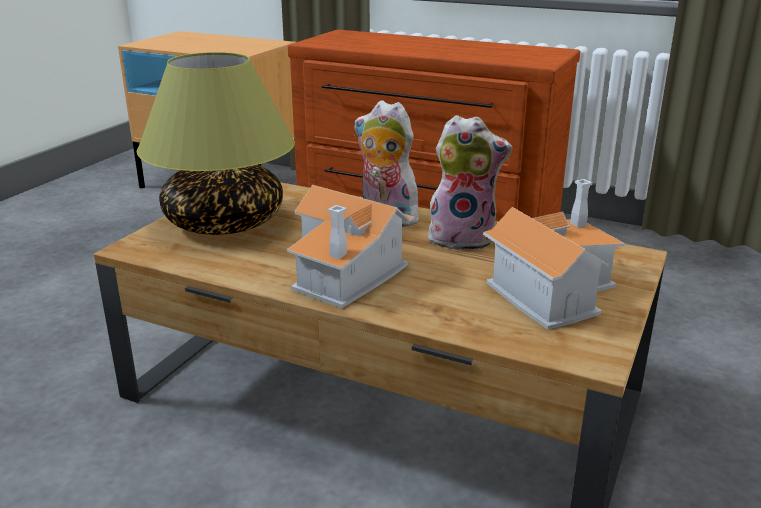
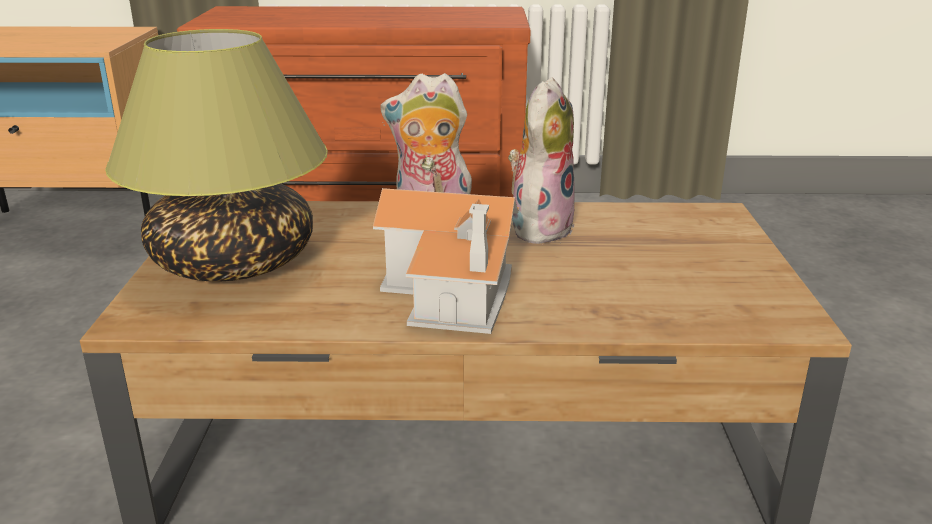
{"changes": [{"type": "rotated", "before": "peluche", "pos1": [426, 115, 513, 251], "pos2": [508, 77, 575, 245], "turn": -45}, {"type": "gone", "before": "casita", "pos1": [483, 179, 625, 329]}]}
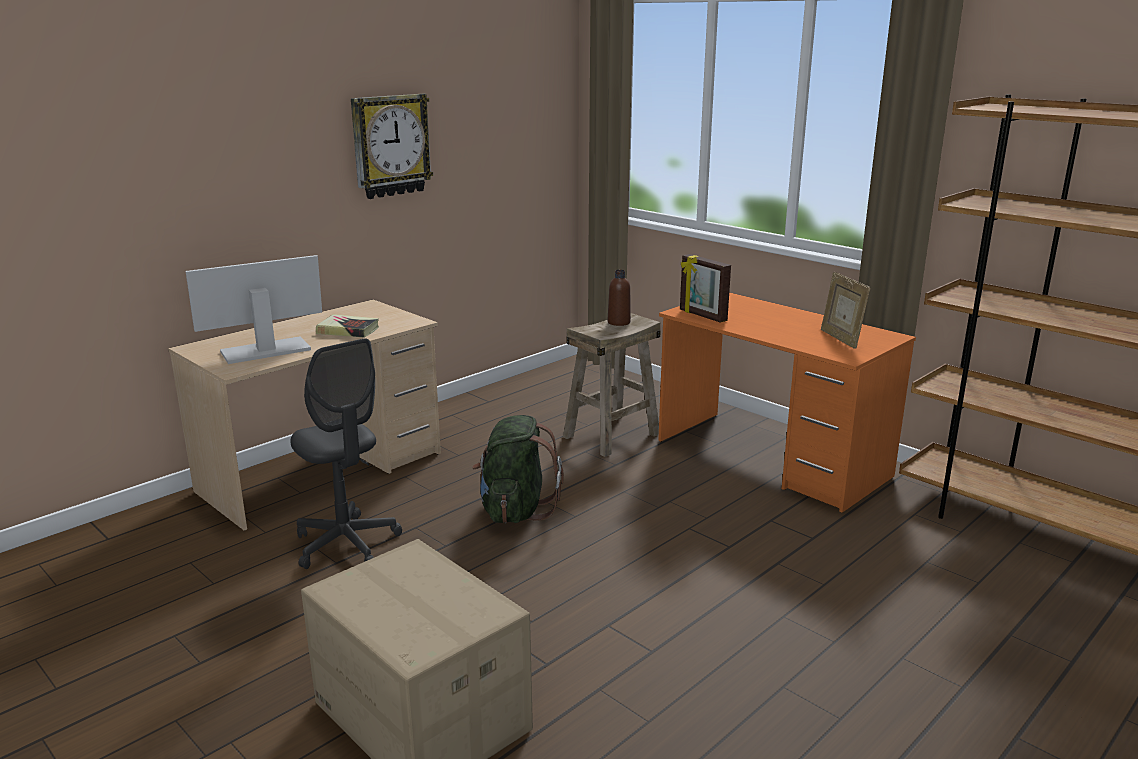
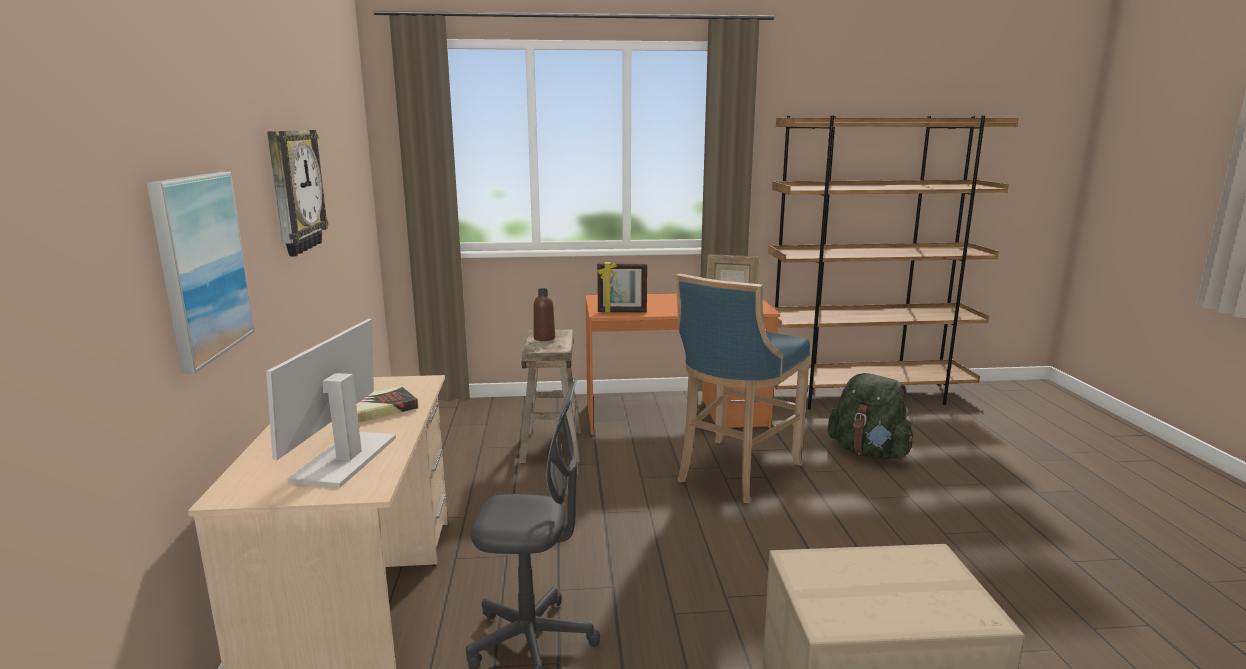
{"changes": [{"type": "new", "after": "cuadro", "pos2": [147, 172, 255, 374]}, {"type": "new", "after": "taburete [azul]", "pos2": [675, 273, 810, 503]}, {"type": "shifted", "before": "mochila [verde]", "pos1": [472, 415, 564, 523], "pos2": [828, 373, 914, 459]}]}
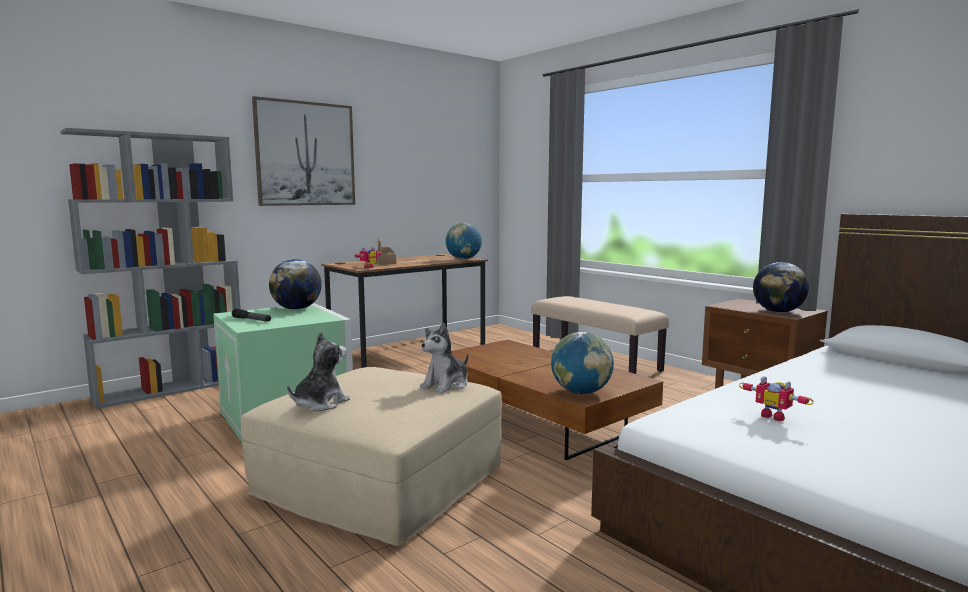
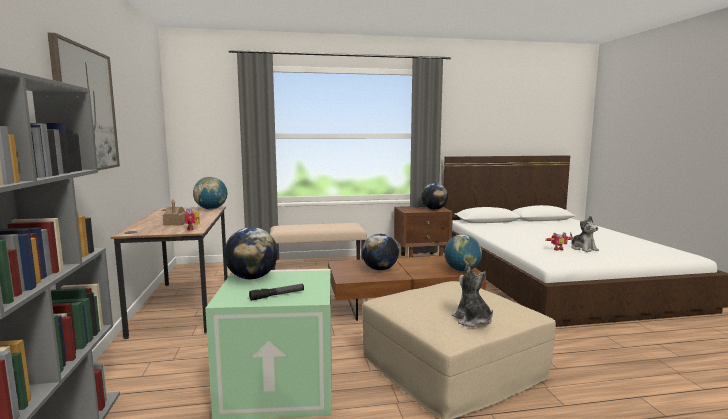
{"changes": [{"type": "new", "after": "globo terráqueo", "pos2": [362, 234, 399, 271]}, {"type": "shifted", "before": "peluche", "pos1": [420, 323, 469, 393], "pos2": [570, 216, 599, 252]}]}
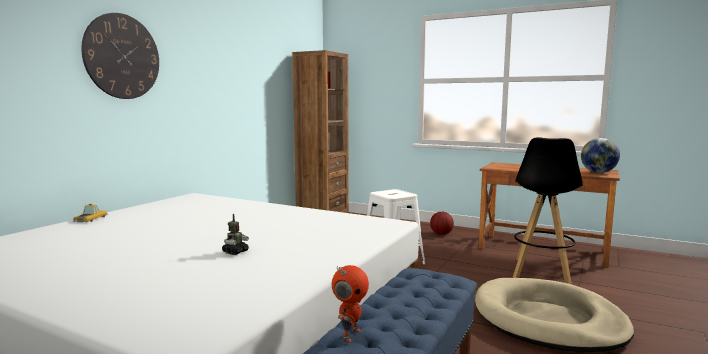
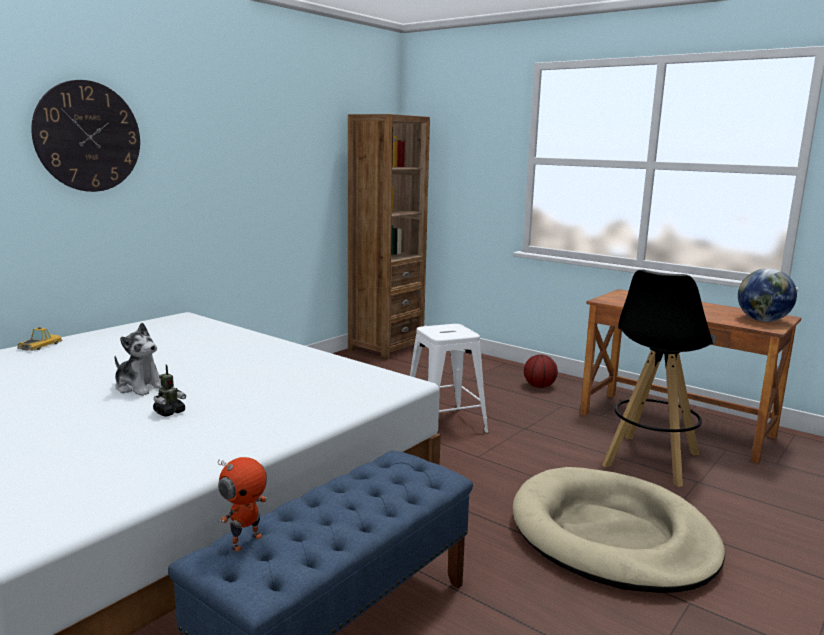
{"changes": [{"type": "new", "after": "peluche", "pos2": [115, 323, 163, 396]}]}
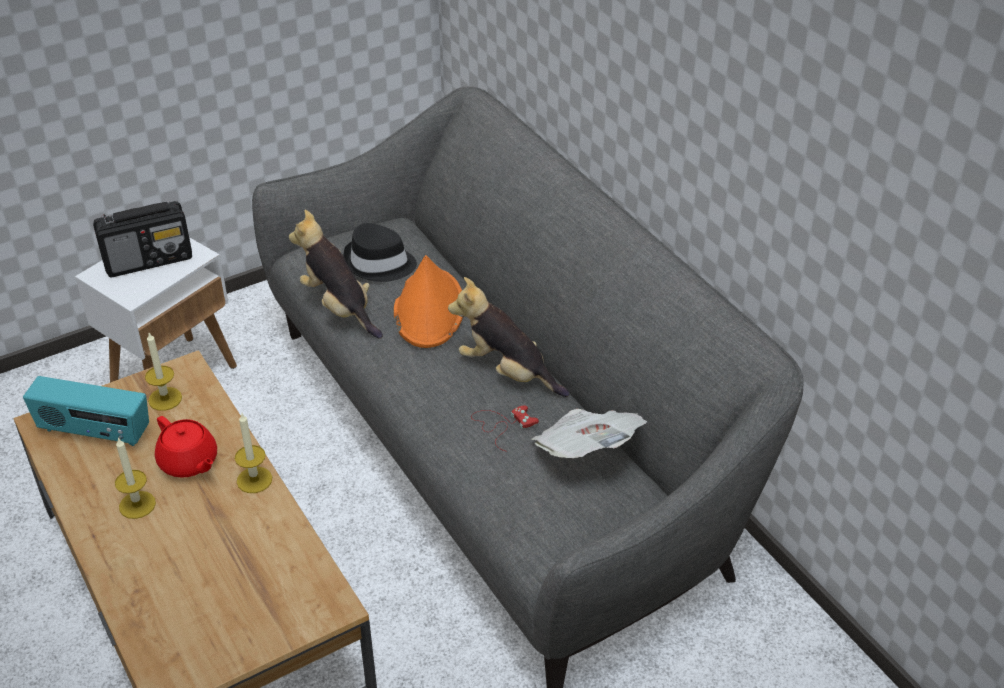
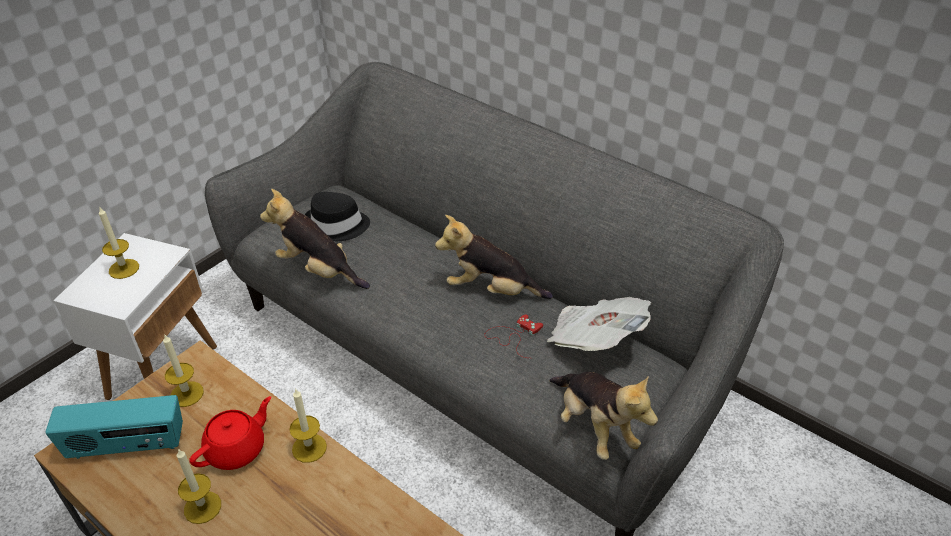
{"changes": [{"type": "swapped", "before": "radio", "after": "vela", "pos1": [93, 201, 192, 277], "pos2": [99, 206, 139, 279]}, {"type": "rotated", "before": "tetera [rojo]", "pos1": [155, 416, 217, 478], "pos2": [189, 396, 271, 470], "turn": -75}, {"type": "new", "after": "peluche", "pos2": [549, 372, 658, 460]}, {"type": "gone", "before": "sombrero [naranja]", "pos1": [394, 255, 463, 348]}]}
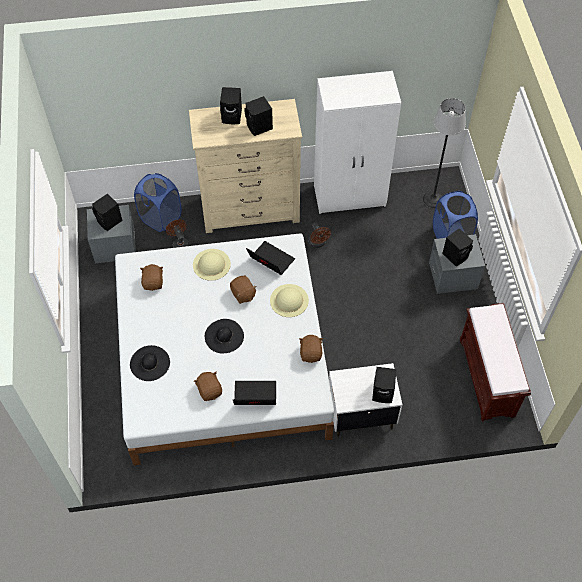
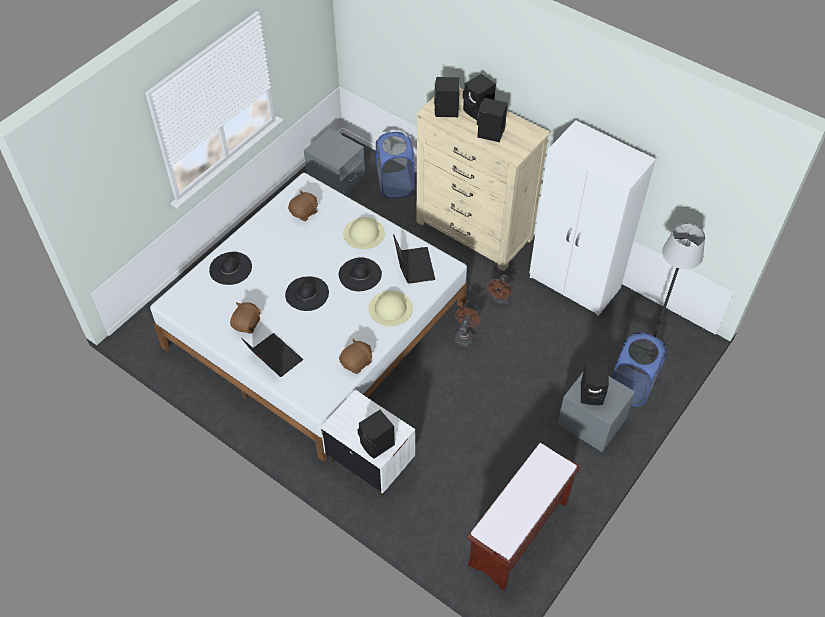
{"changes": [{"type": "swapped", "before": "peluche [marrón]", "after": "sombrero [negro]", "pos1": [230, 276, 257, 304], "pos2": [339, 257, 382, 291]}, {"type": "shifted", "before": "altavoz [negro]", "pos1": [92, 194, 123, 231], "pos2": [434, 77, 460, 117]}, {"type": "shifted", "before": "ventilador [marrón]", "pos1": [166, 219, 189, 248], "pos2": [454, 307, 481, 347]}]}
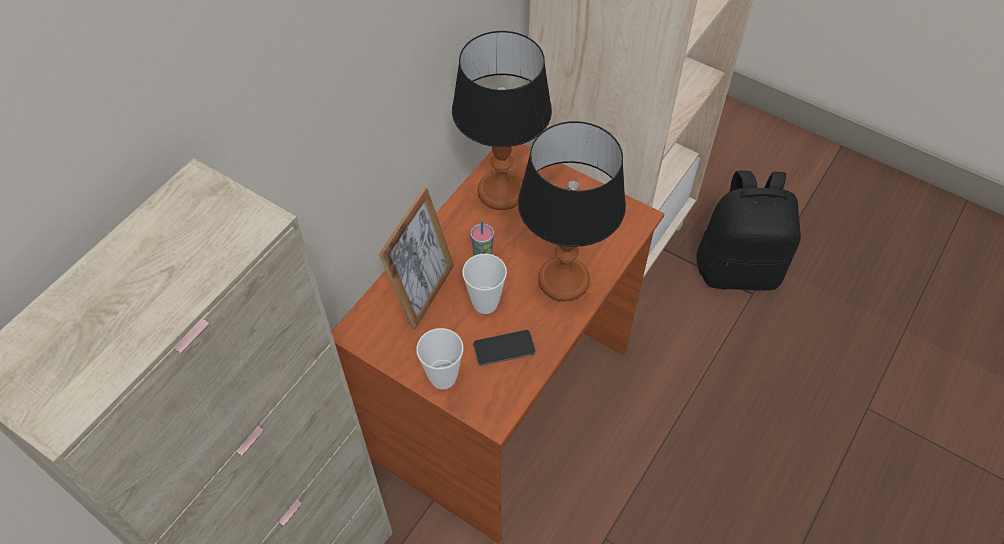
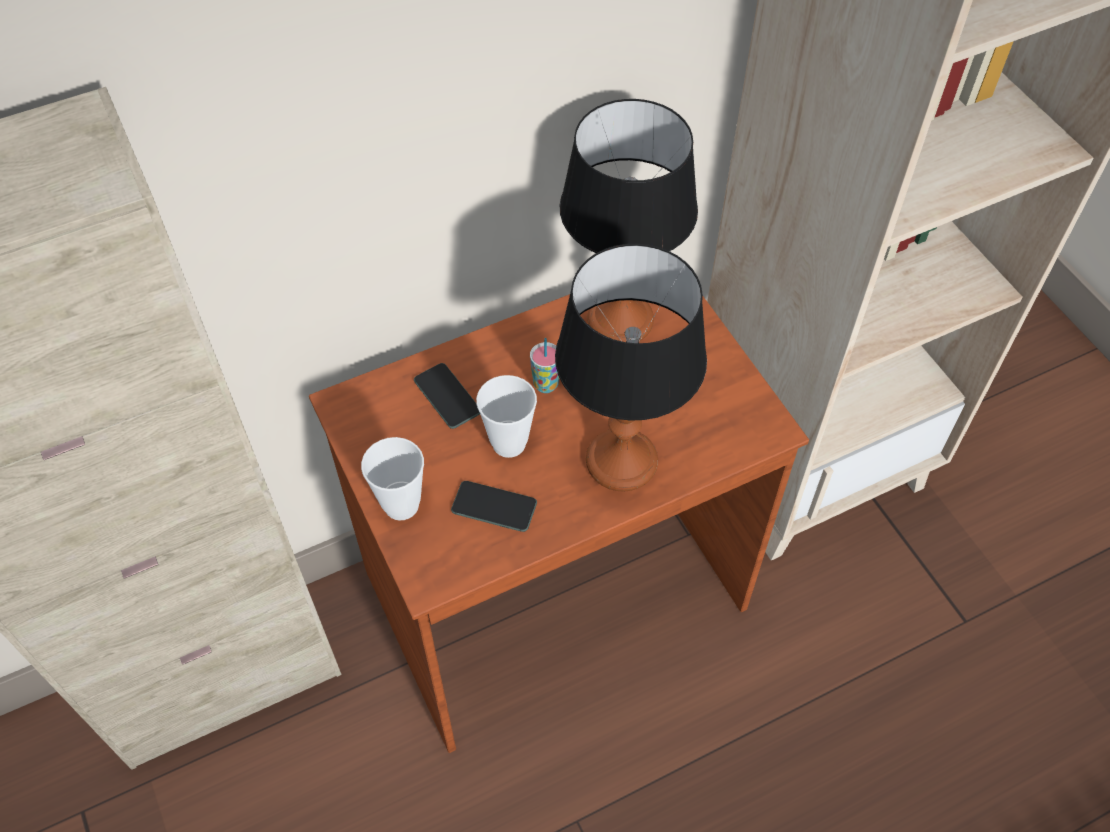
{"changes": [{"type": "swapped", "before": "portarretratos", "after": "móvil", "pos1": [379, 187, 454, 330], "pos2": [414, 363, 480, 429]}, {"type": "gone", "before": "mochila [negro]", "pos1": [696, 171, 801, 290]}]}
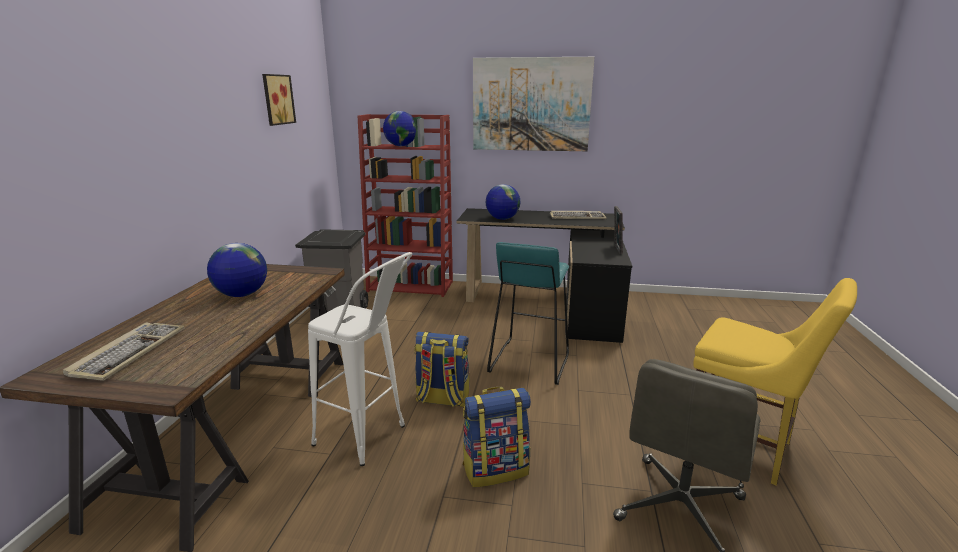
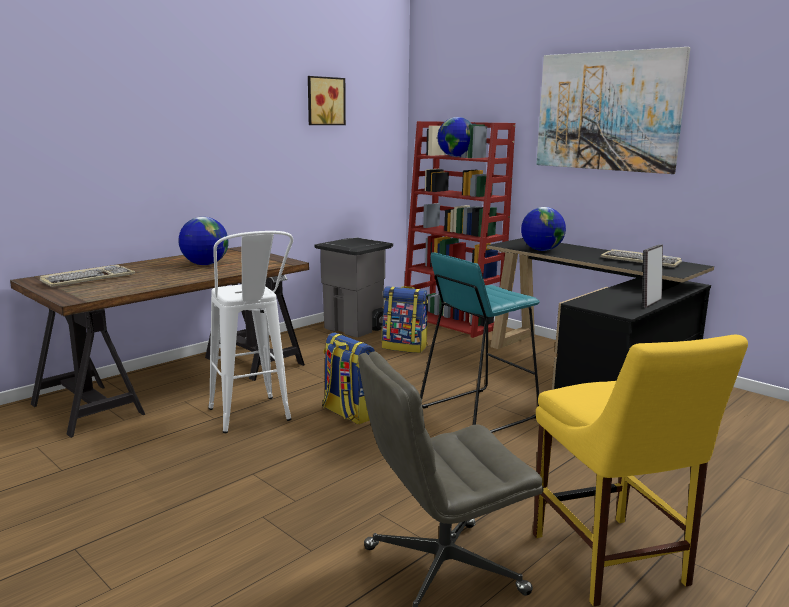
{"changes": [{"type": "shifted", "before": "mochila", "pos1": [463, 387, 531, 487], "pos2": [382, 286, 428, 353]}]}
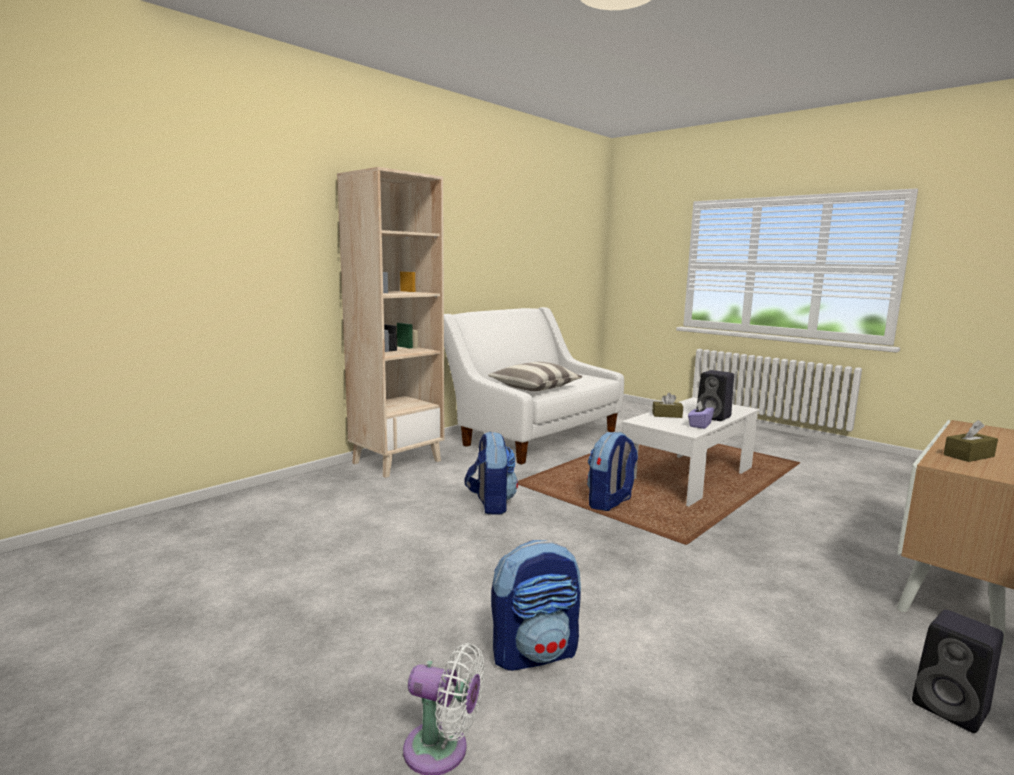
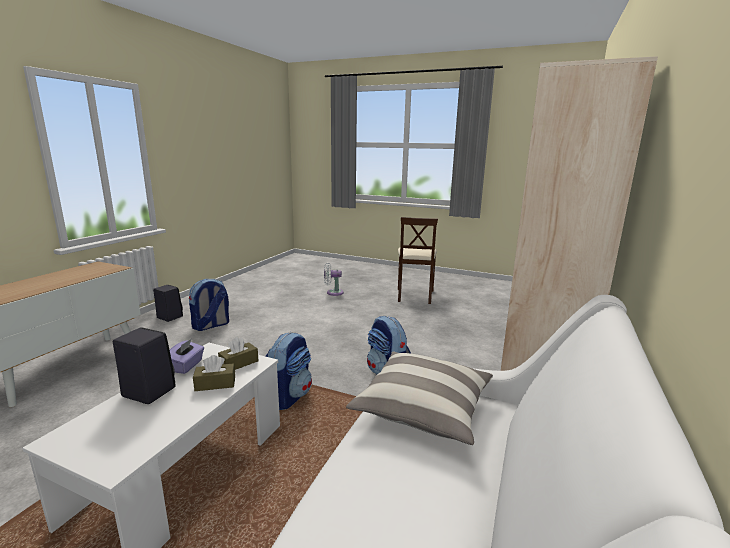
{"changes": [{"type": "shifted", "before": "mochila", "pos1": [491, 540, 581, 671], "pos2": [189, 279, 229, 331]}, {"type": "shifted", "before": "caja de pañuelos [marrón]", "pos1": [943, 420, 998, 462], "pos2": [218, 337, 259, 370]}, {"type": "new", "after": "silla [beis]", "pos2": [398, 217, 438, 304]}]}
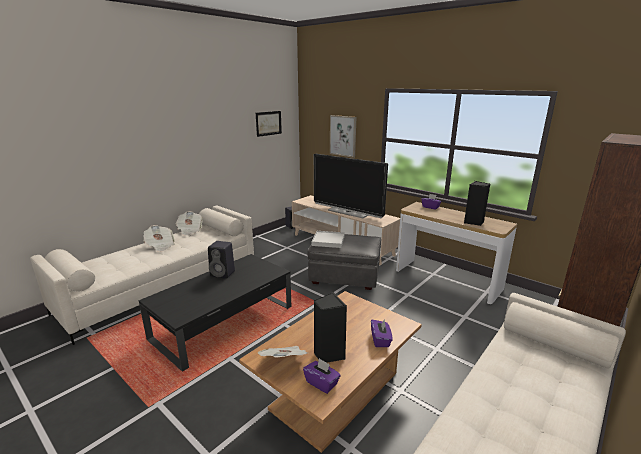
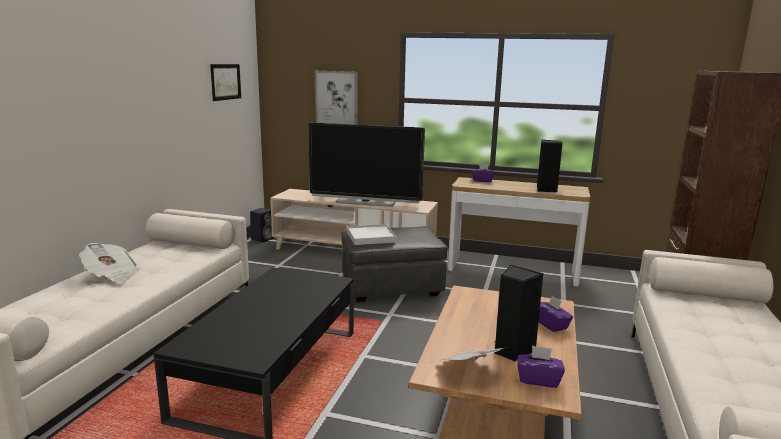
{"changes": [{"type": "gone", "before": "periódico", "pos1": [176, 211, 203, 236]}, {"type": "gone", "before": "altavoz [negro]", "pos1": [208, 241, 235, 279]}]}
